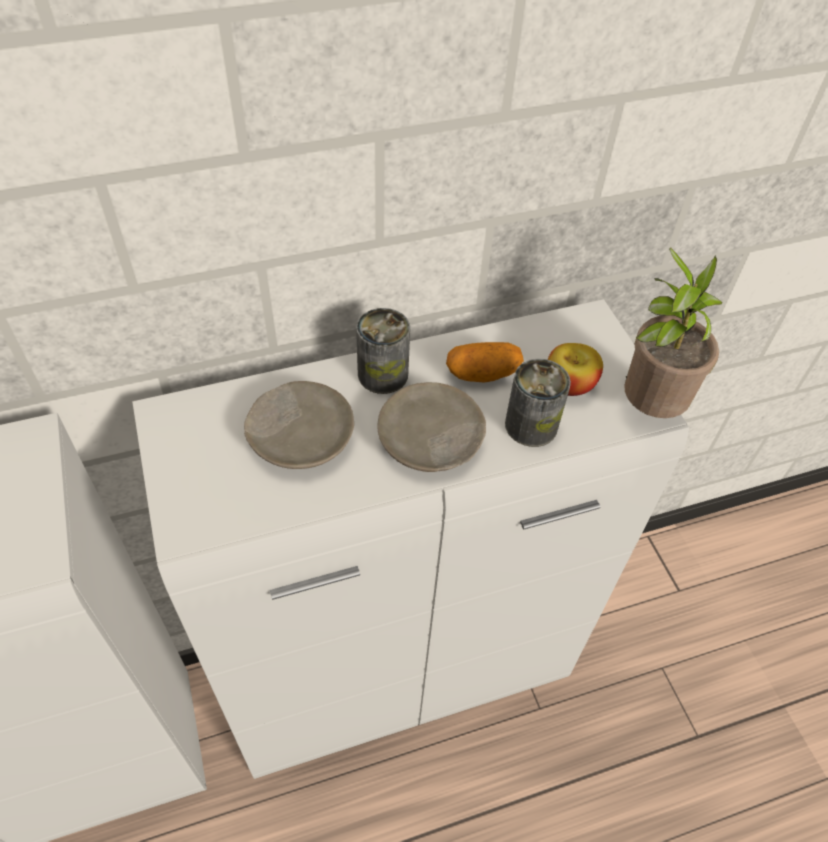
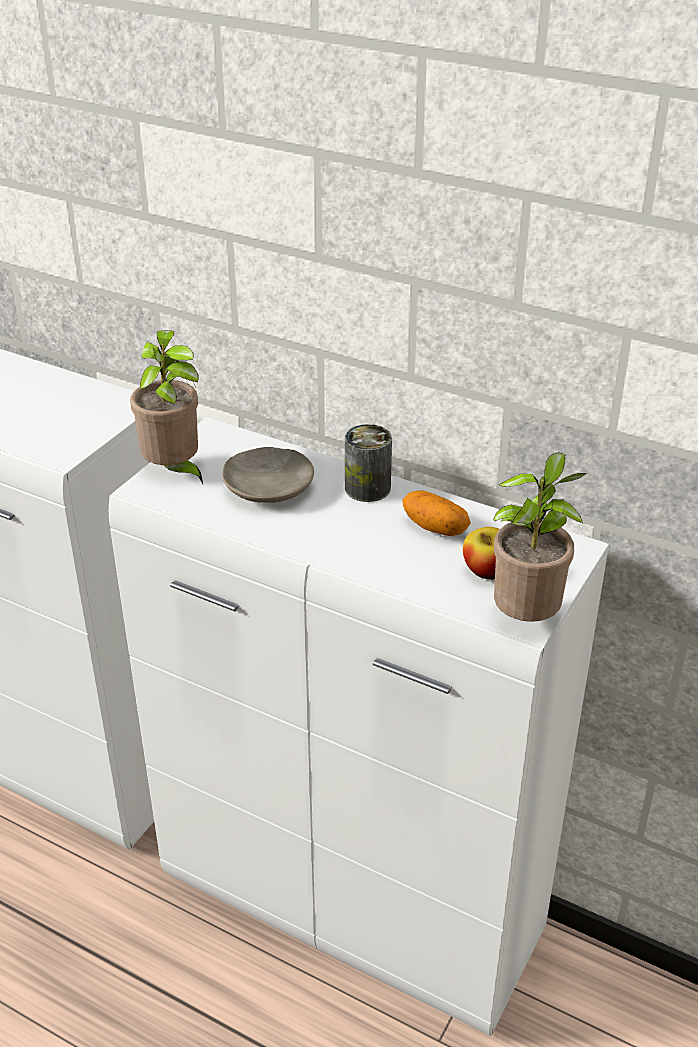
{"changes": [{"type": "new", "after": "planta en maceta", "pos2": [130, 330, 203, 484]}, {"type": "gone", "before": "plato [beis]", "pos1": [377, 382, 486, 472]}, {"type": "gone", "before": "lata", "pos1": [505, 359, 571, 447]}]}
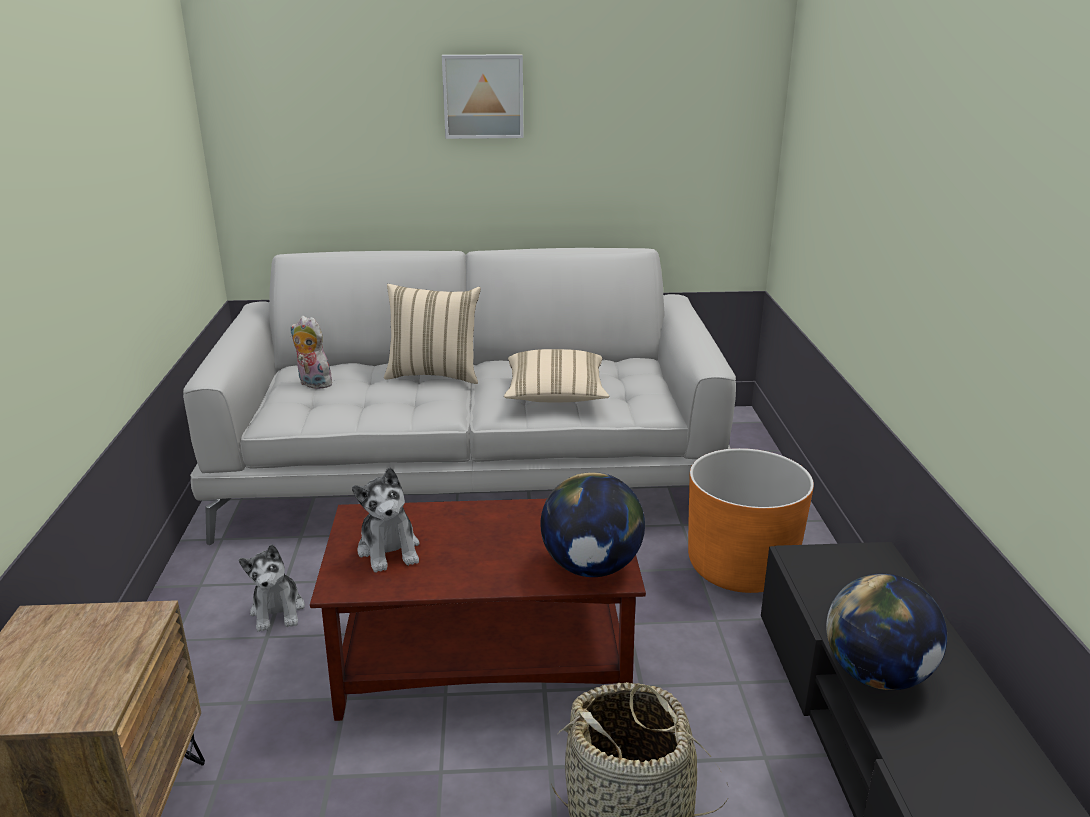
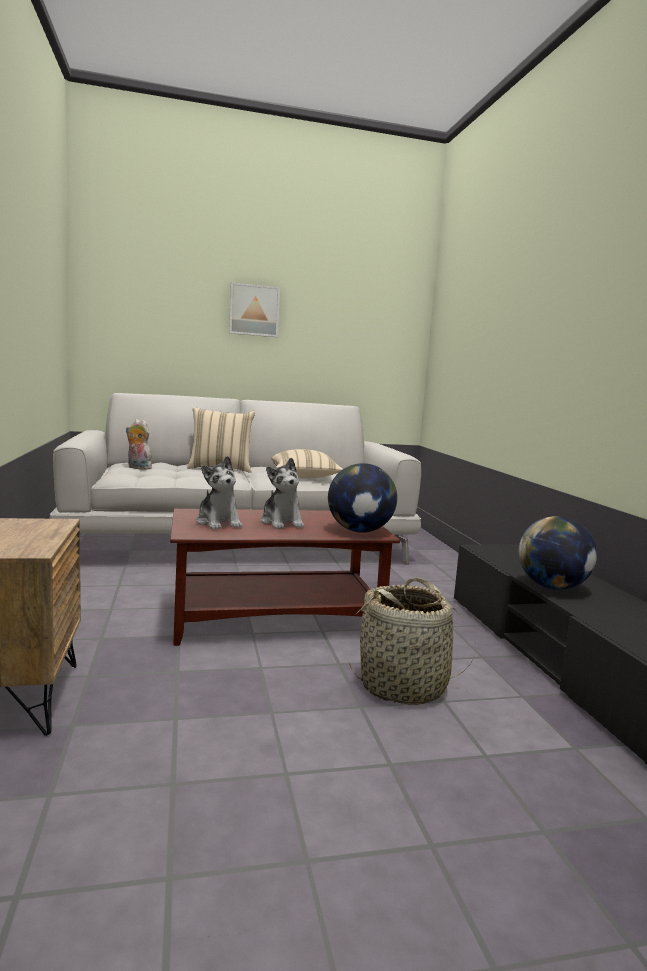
{"changes": [{"type": "shifted", "before": "peluche", "pos1": [239, 544, 305, 632], "pos2": [261, 458, 304, 529]}, {"type": "gone", "before": "maceta [naranja]", "pos1": [688, 448, 814, 593]}]}
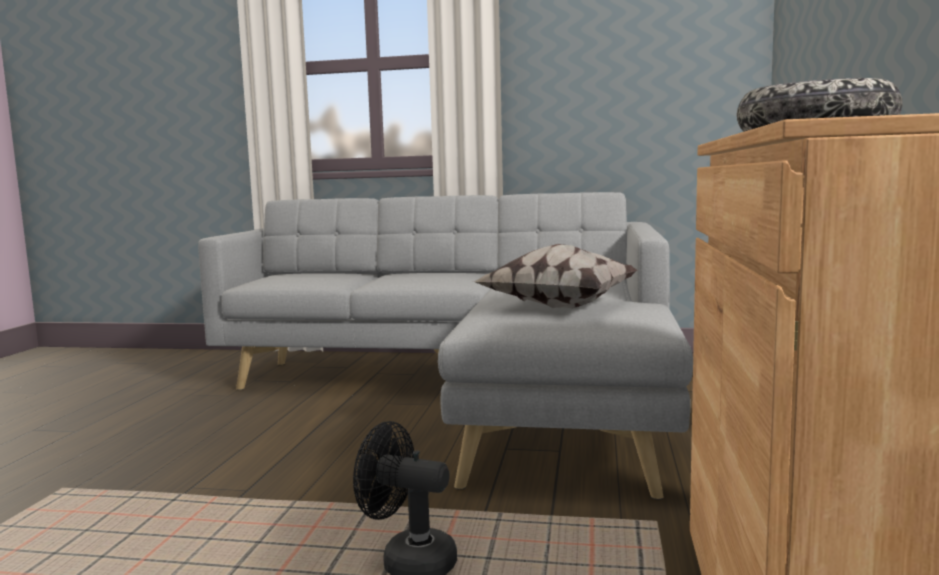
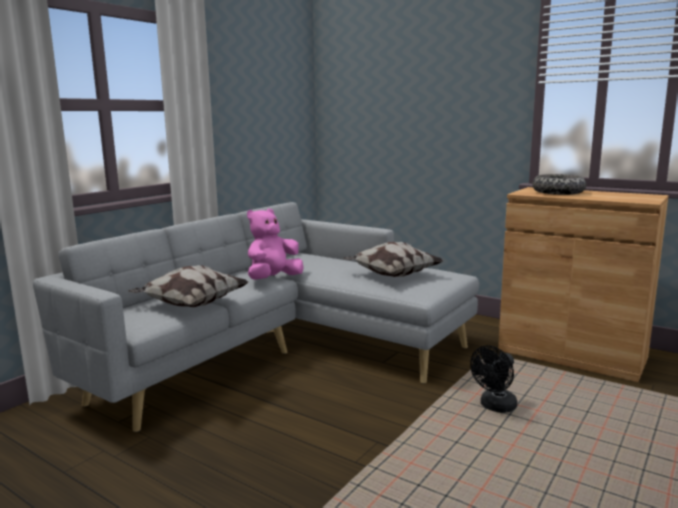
{"changes": [{"type": "new", "after": "cojín", "pos2": [128, 265, 248, 307]}, {"type": "new", "after": "peluche [rosa]", "pos2": [247, 209, 304, 280]}]}
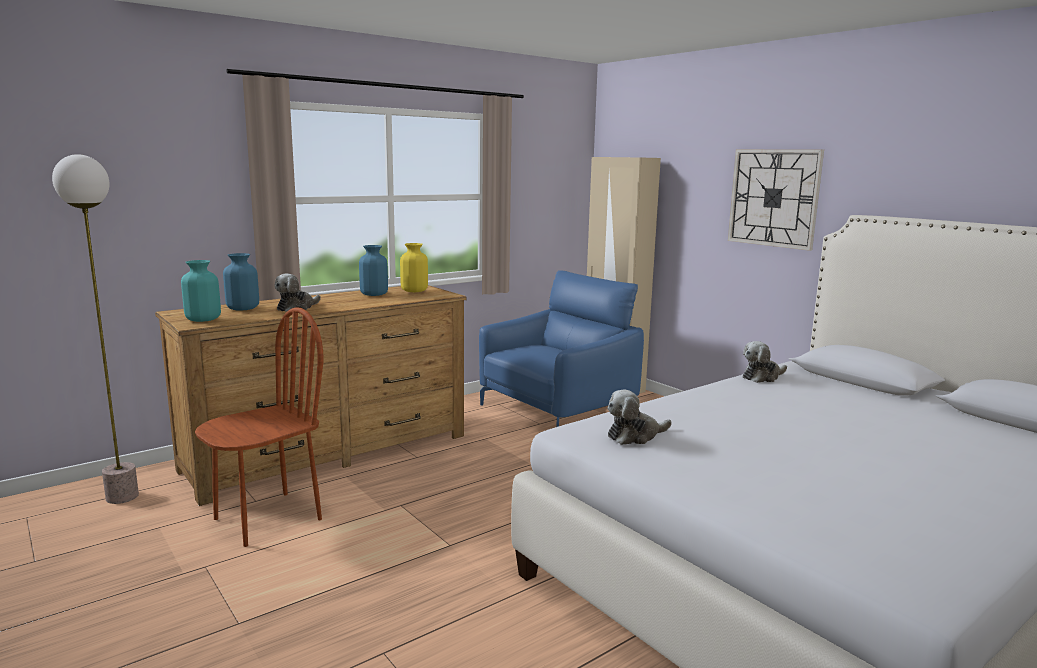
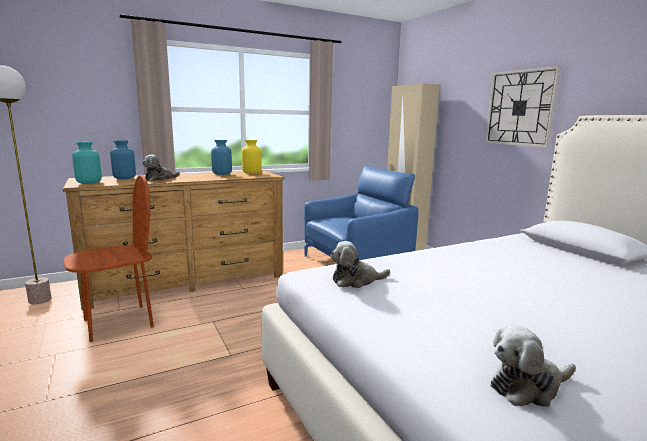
{"changes": [{"type": "shifted", "before": "peluche", "pos1": [743, 341, 787, 383], "pos2": [491, 325, 576, 407]}]}
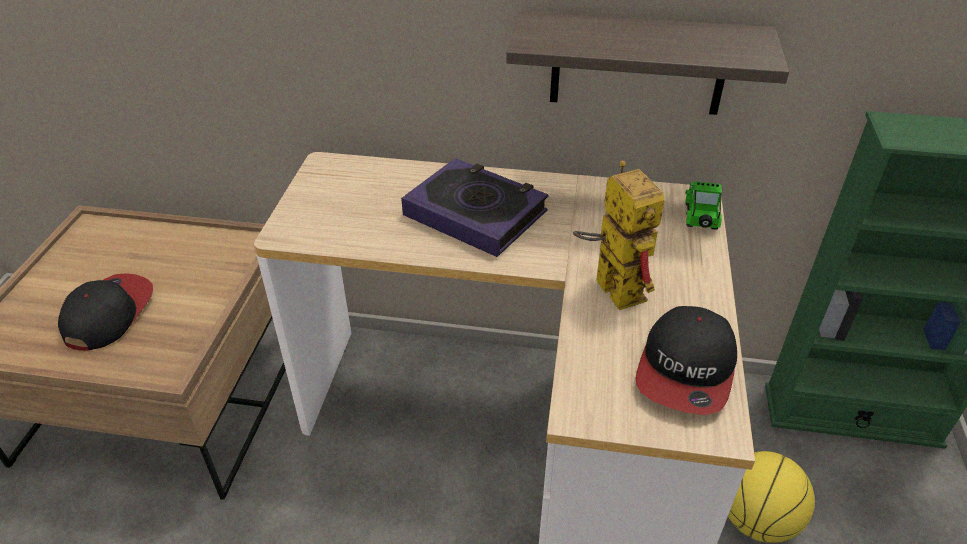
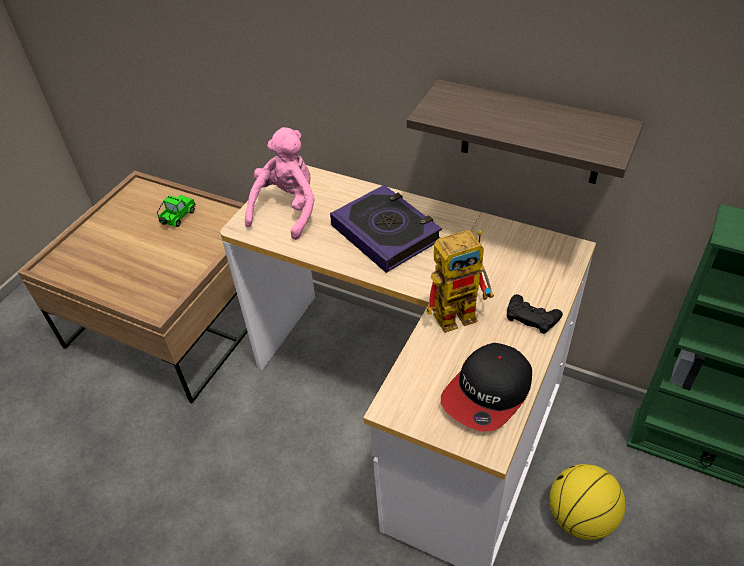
{"changes": [{"type": "shifted", "before": "coche de juguete", "pos1": [685, 181, 723, 230], "pos2": [157, 195, 196, 227]}, {"type": "new", "after": "peluche [rosa]", "pos2": [245, 127, 315, 240]}, {"type": "rotated", "before": "robot de juguete", "pos1": [573, 160, 665, 310], "pos2": [427, 230, 494, 333], "turn": 75}, {"type": "new", "after": "mando de consola [negro]", "pos2": [507, 294, 563, 334]}, {"type": "gone", "before": "gorra", "pos1": [58, 273, 153, 351]}]}
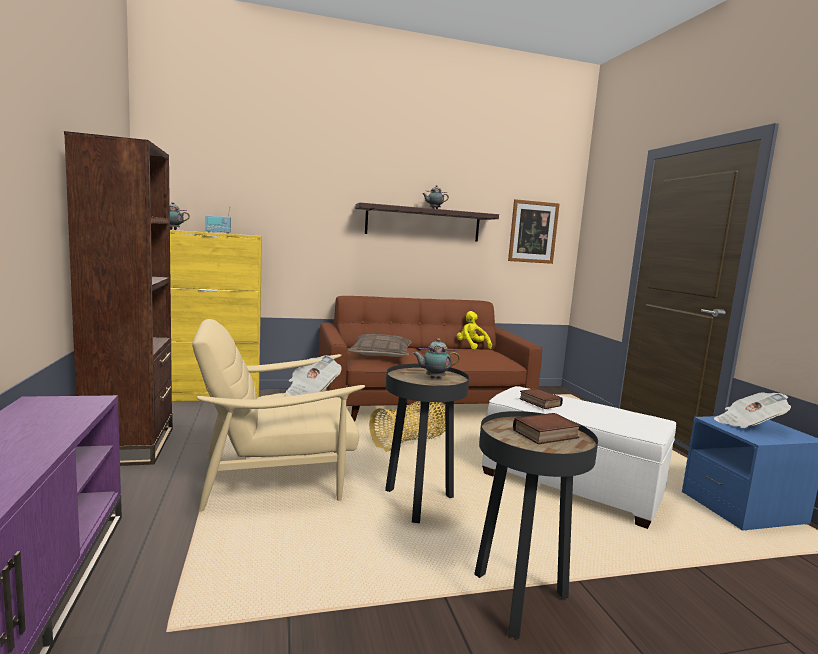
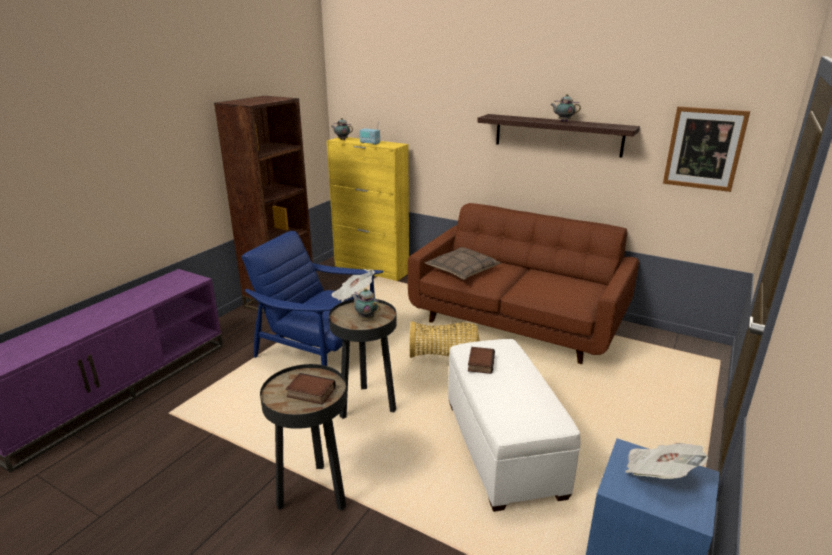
{"changes": [{"type": "repainted", "before": "sillón [beis]", "after": "sillón [azul]", "pos1": [192, 319, 365, 512], "pos2": [241, 231, 384, 366]}, {"type": "gone", "before": "peluche [amarillo]", "pos1": [457, 311, 492, 350]}]}
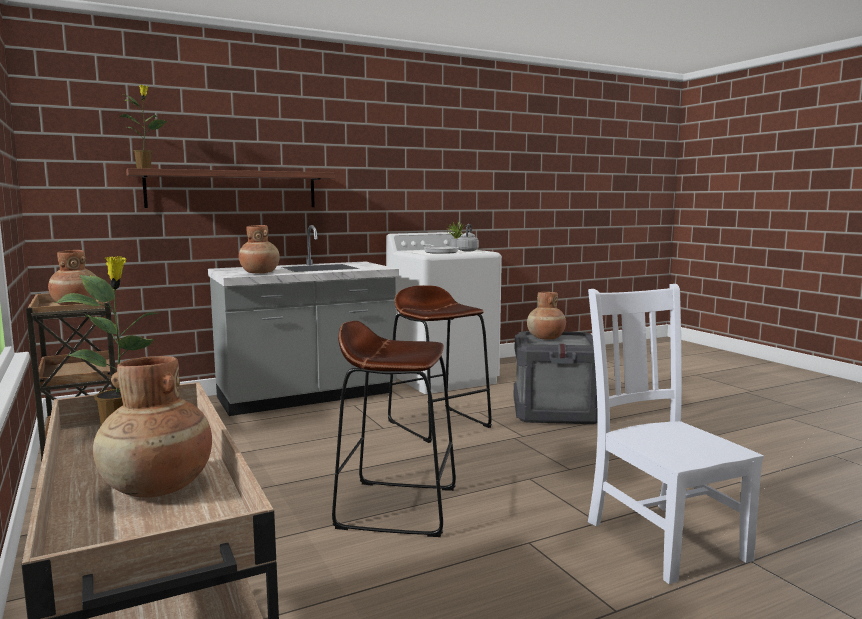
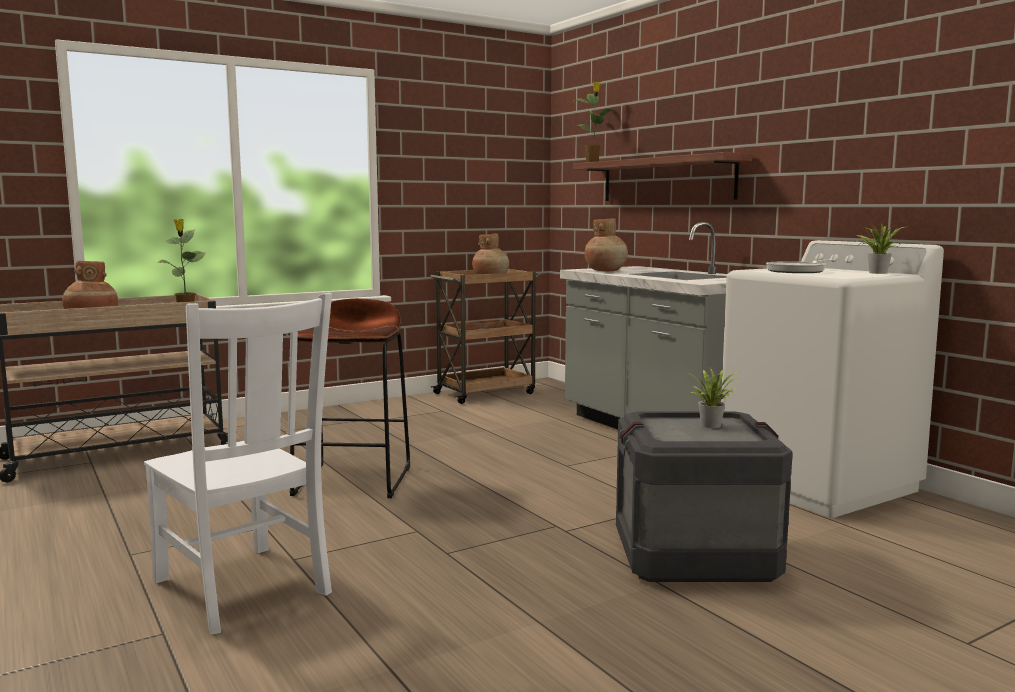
{"changes": [{"type": "rotated", "before": "silla [blanco]", "pos1": [588, 284, 764, 584], "pos2": [144, 293, 332, 635], "turn": 75}, {"type": "swapped", "before": "florero [marrón]", "after": "planta en maceta", "pos1": [527, 292, 566, 339], "pos2": [689, 366, 742, 428]}, {"type": "gone", "before": "taburete [marrón]", "pos1": [388, 285, 492, 443]}, {"type": "gone", "before": "hervidor [gris]", "pos1": [457, 224, 479, 252]}]}
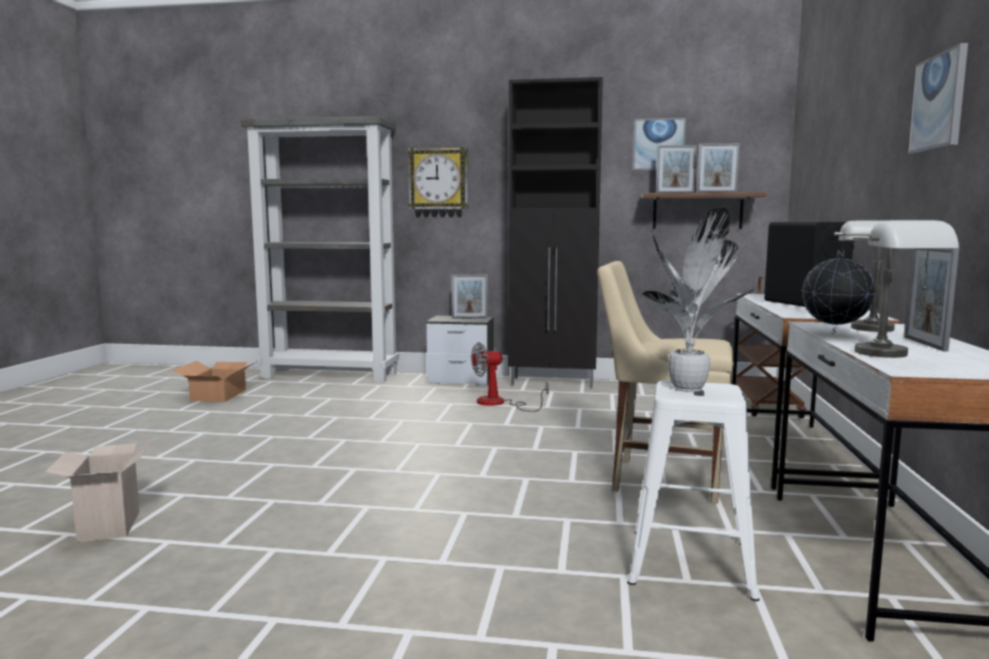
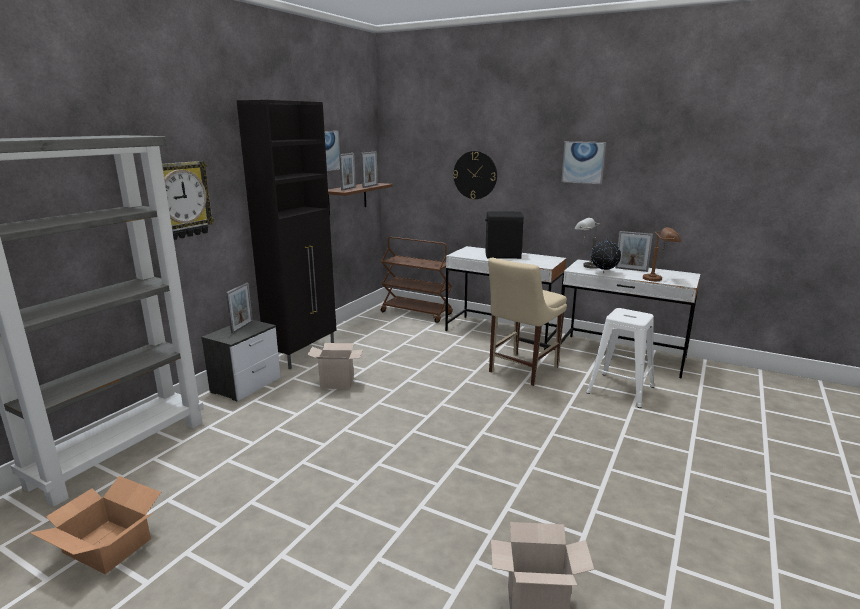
{"changes": [{"type": "swapped", "before": "ventilador", "after": "caja de cartón", "pos1": [471, 342, 549, 412], "pos2": [307, 343, 363, 389]}, {"type": "new", "after": "reloj de pared", "pos2": [453, 151, 497, 199]}, {"type": "repainted", "before": "lámpara de mesa [gris]", "after": "lámpara de mesa [marrón]", "pos1": [853, 220, 959, 358], "pos2": [643, 227, 681, 281]}, {"type": "gone", "before": "planta en maceta", "pos1": [643, 208, 756, 392]}]}
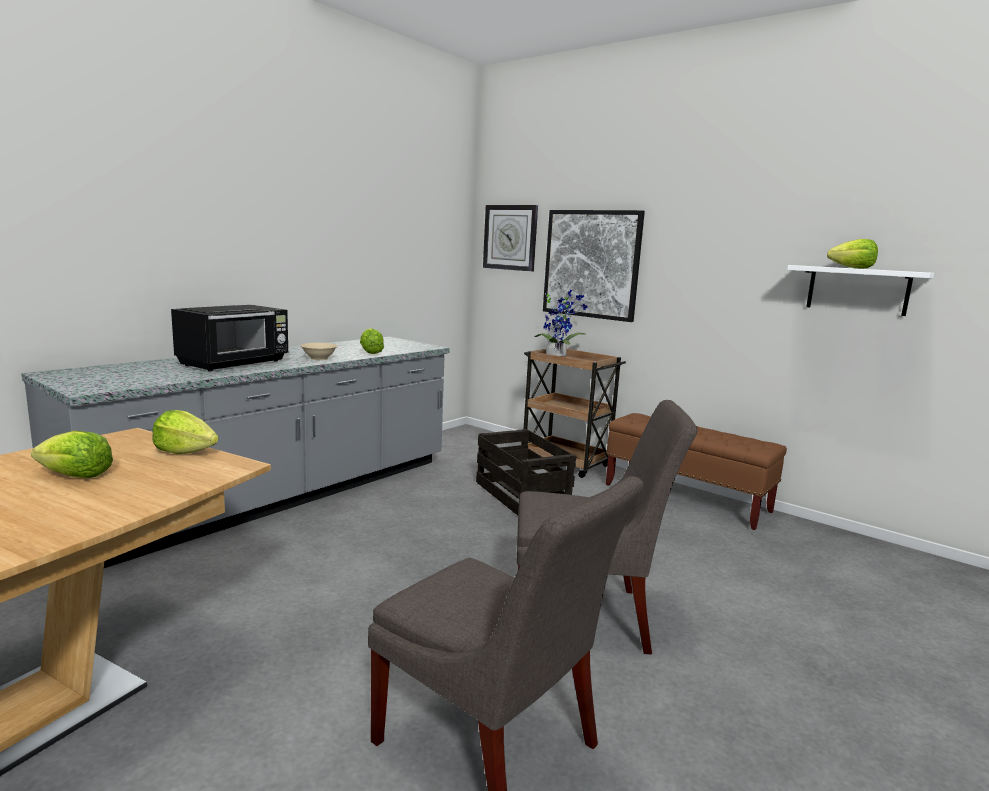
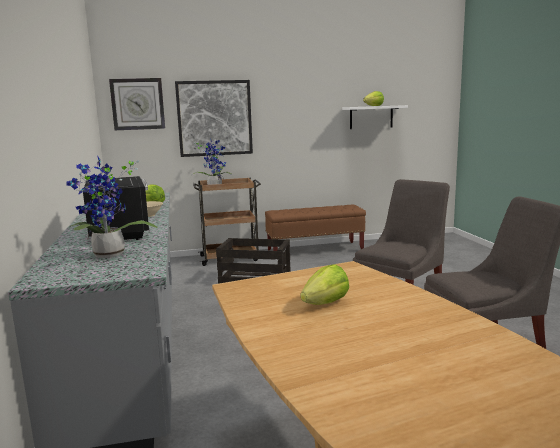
{"changes": [{"type": "new", "after": "planta en maceta", "pos2": [66, 156, 158, 258]}, {"type": "gone", "before": "lechuga", "pos1": [152, 410, 219, 454]}]}
